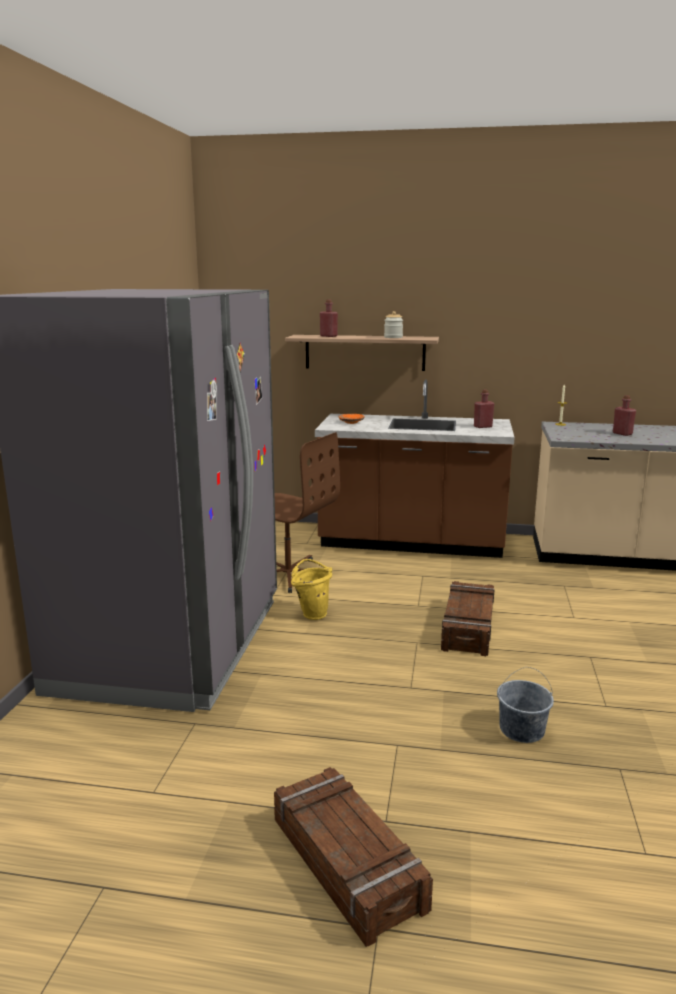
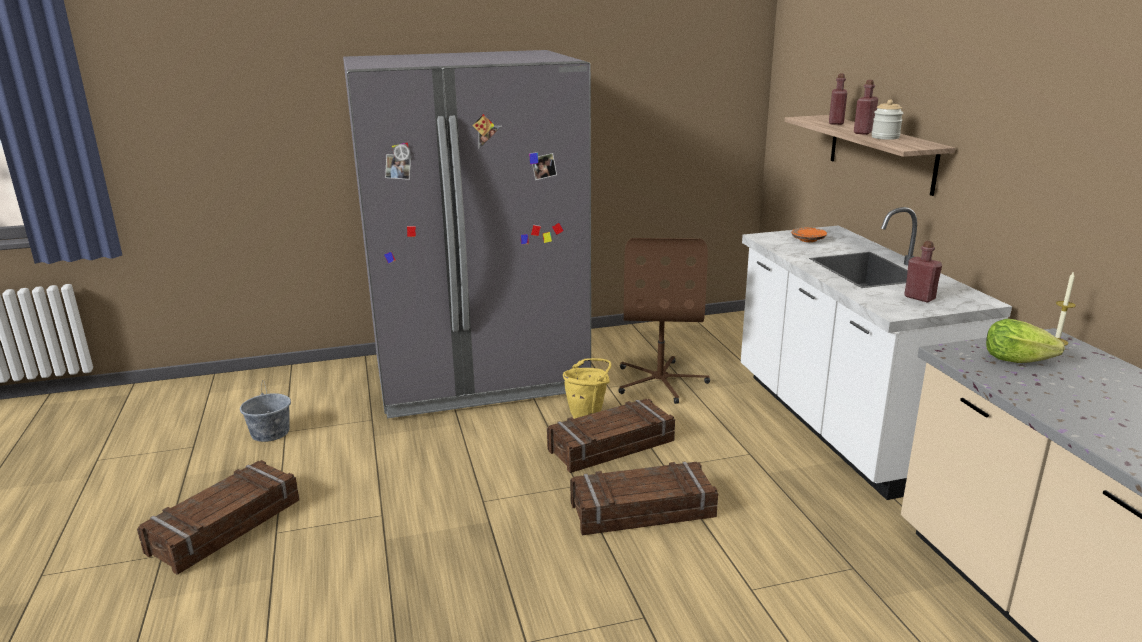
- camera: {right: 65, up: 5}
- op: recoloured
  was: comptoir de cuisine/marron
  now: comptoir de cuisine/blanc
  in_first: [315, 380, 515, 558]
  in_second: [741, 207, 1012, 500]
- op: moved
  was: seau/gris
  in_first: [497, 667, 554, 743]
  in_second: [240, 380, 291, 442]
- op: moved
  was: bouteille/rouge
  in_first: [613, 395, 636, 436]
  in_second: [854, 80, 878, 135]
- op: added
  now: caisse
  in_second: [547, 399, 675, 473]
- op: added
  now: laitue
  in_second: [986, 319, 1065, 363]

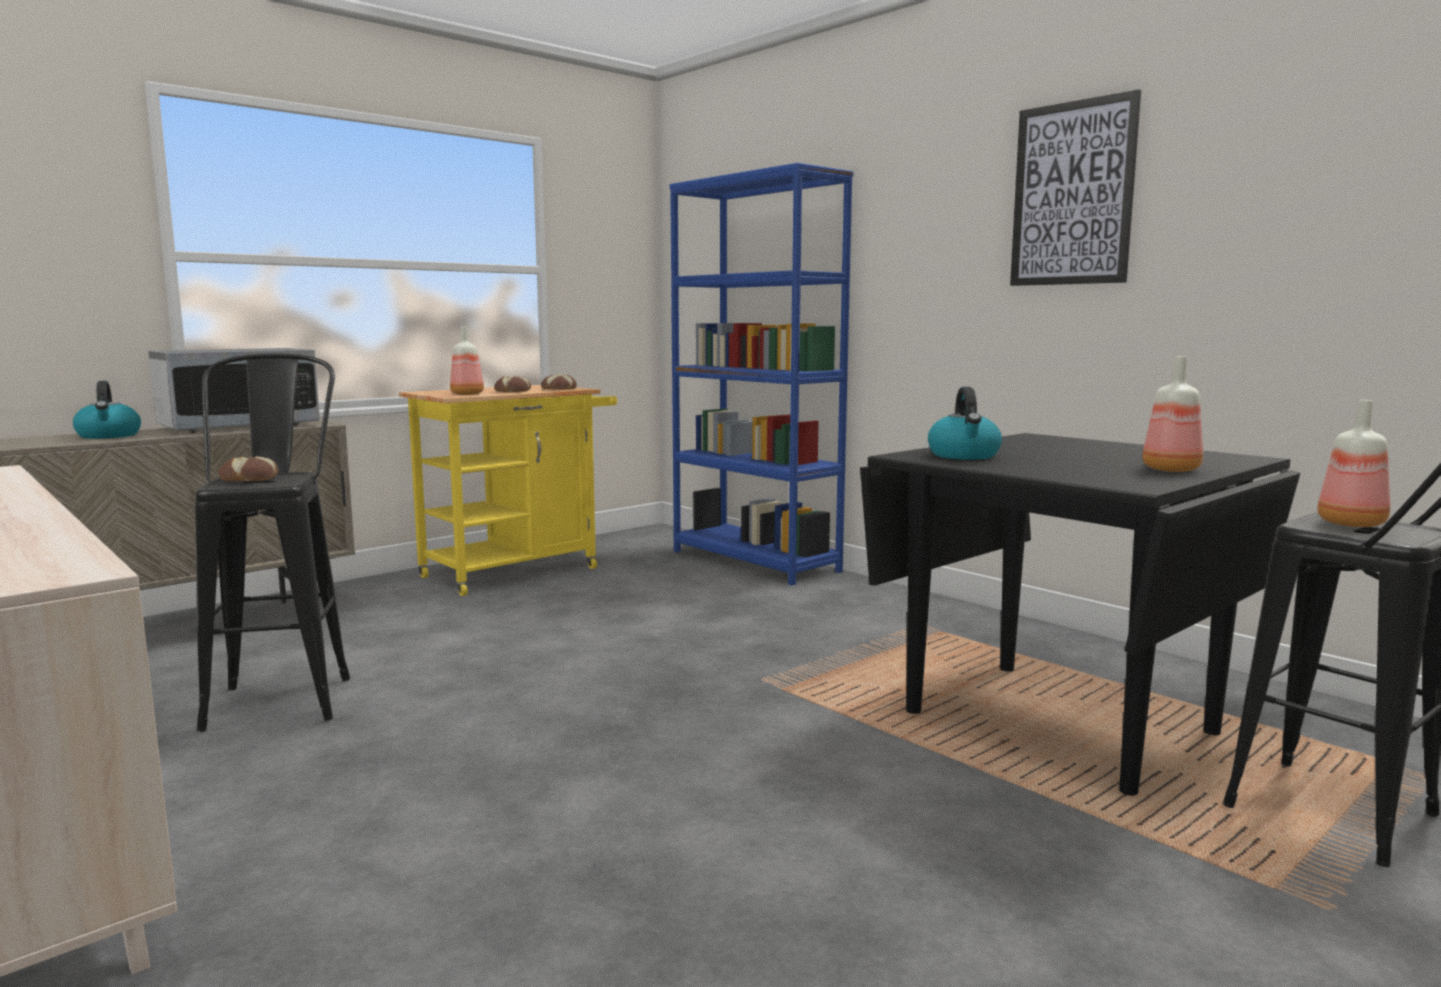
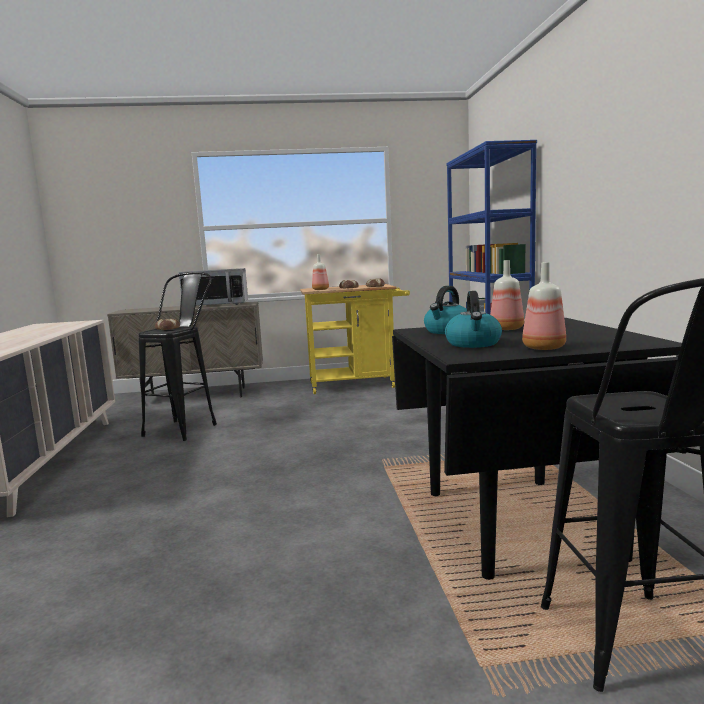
- camera: {right: 35, up: 0}
- op: moved
  was: bouilloire
  in_first: [73, 381, 141, 439]
  in_second: [445, 291, 502, 348]
- op: removed
  was: tableau
  in_first: [1010, 89, 1141, 286]
- op: moved
  was: bouteille
  in_first: [1317, 400, 1390, 527]
  in_second: [490, 260, 524, 330]

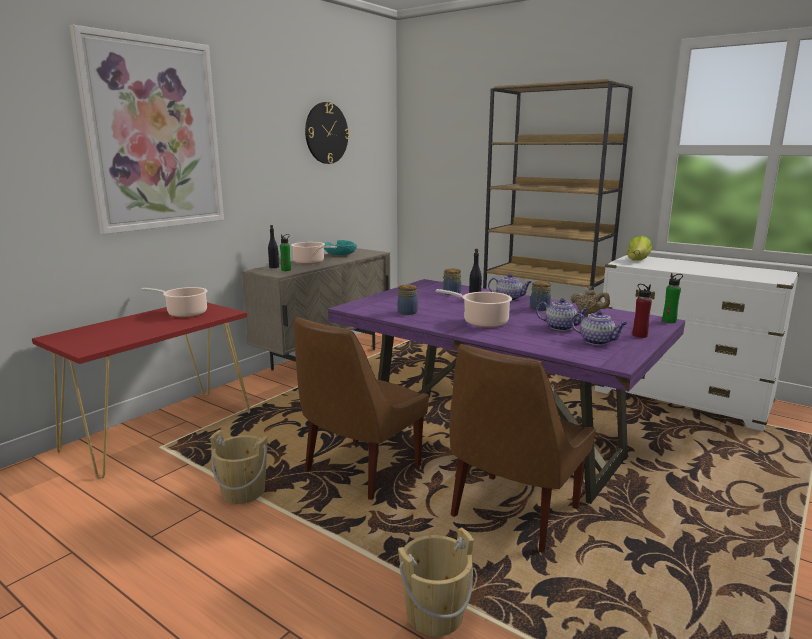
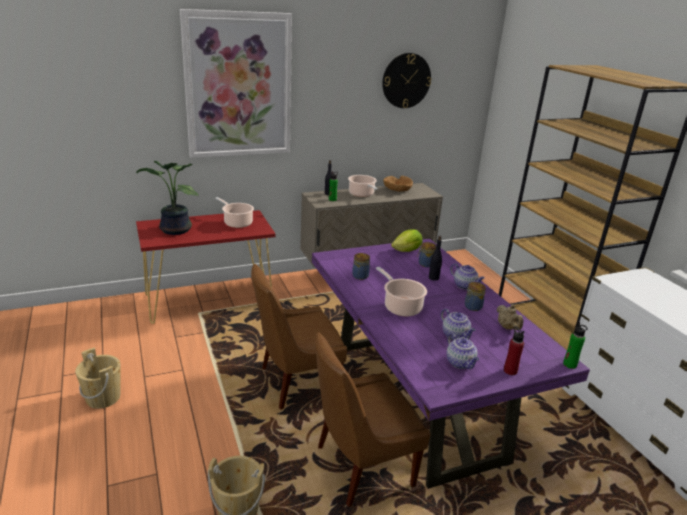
- camera: {right: 30, up: 10}
- op: moved
  was: seau/beige
  in_first: [210, 430, 268, 504]
  in_second: [75, 348, 120, 409]
- op: recoloured
  was: bol/turquoise
  now: bol/marron
  in_first: [324, 240, 357, 255]
  in_second: [383, 176, 413, 192]
- op: moved
  was: laitue
  in_first: [627, 236, 652, 260]
  in_second: [391, 229, 423, 252]
- op: added
  now: plante en pot
  in_second: [136, 161, 199, 235]

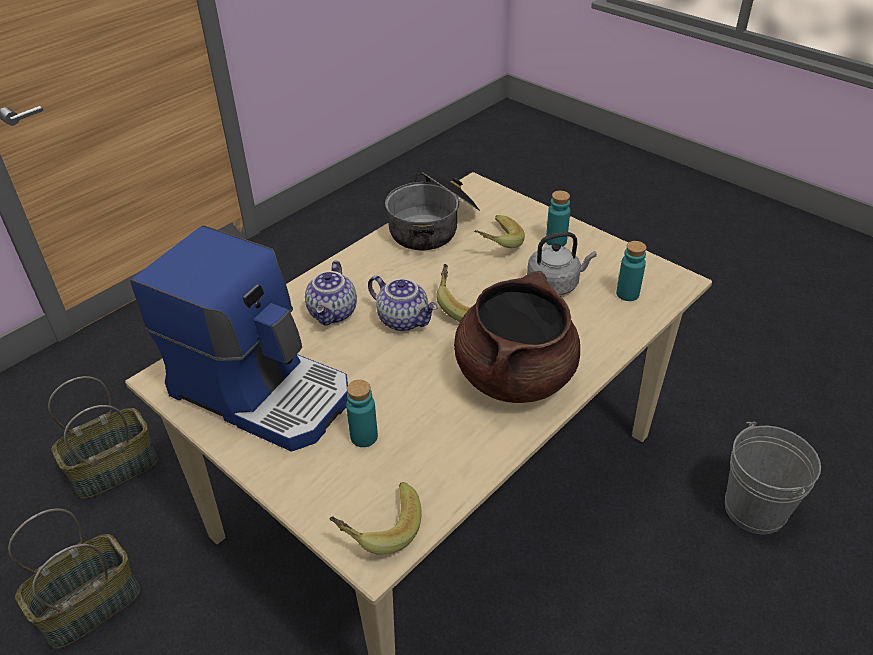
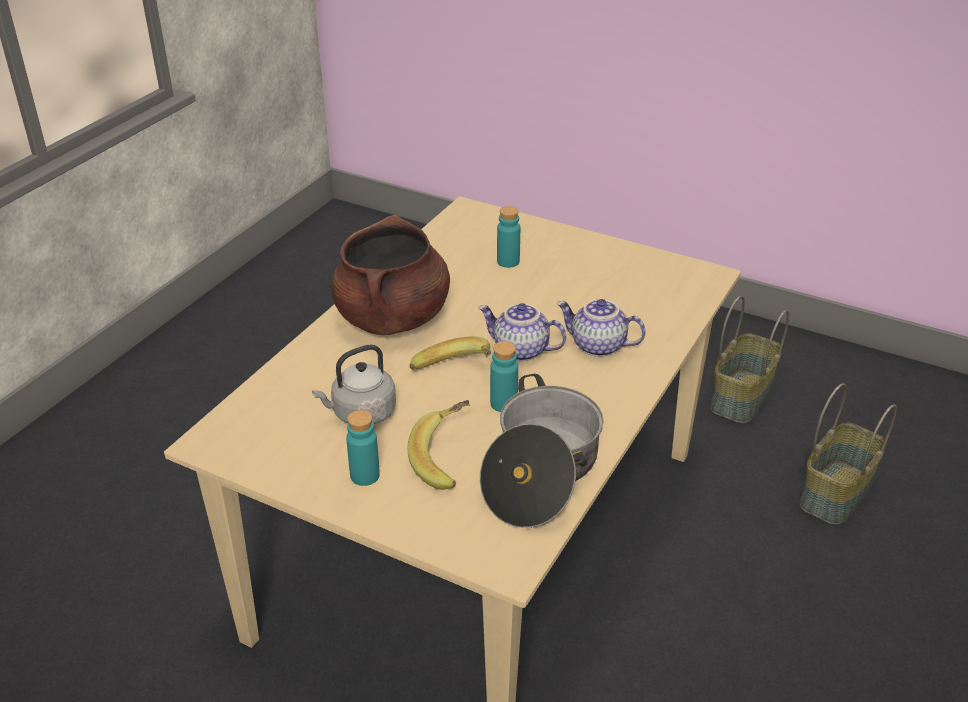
- camera: {right: 165, up: -5}
- op: removed
  was: machine à café
  in_first: [130, 226, 348, 452]
- op: turned
  was: théière
  in_first: [305, 260, 357, 326]
  in_second: [557, 299, 646, 357]
  clockwise: -60
- op: removed
  was: banane
  in_first: [329, 482, 422, 555]
- op: moved
  was: bouteille/turquoise
  in_first: [616, 241, 646, 301]
  in_second: [490, 341, 518, 412]
- op: removed
  was: seau/gris
  in_first: [725, 421, 821, 534]

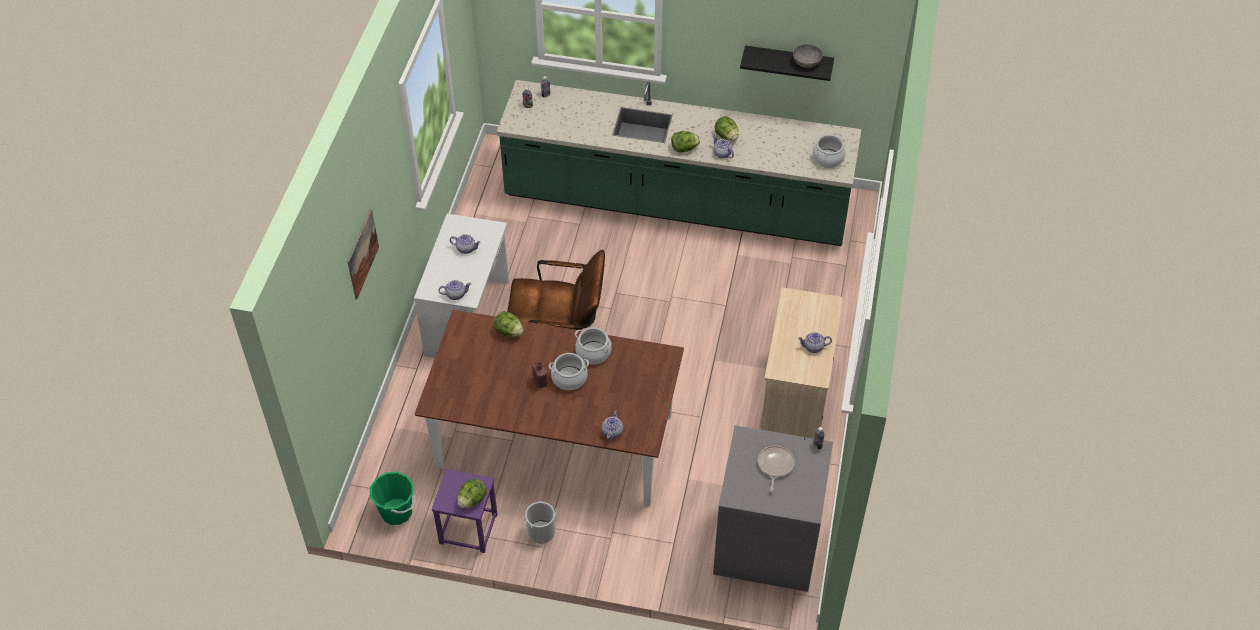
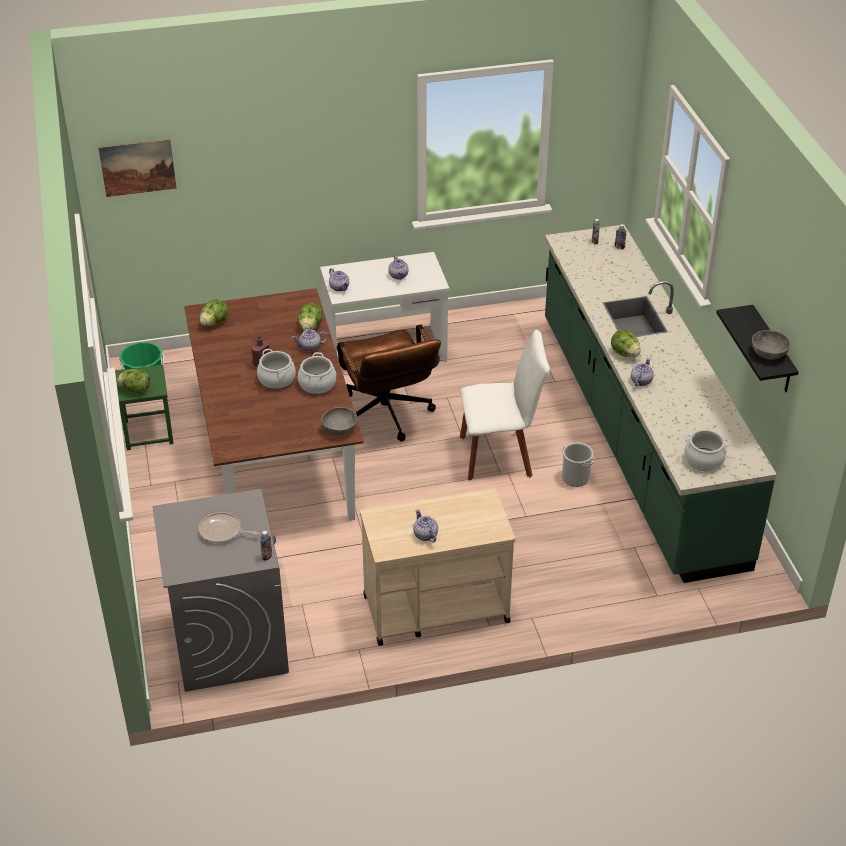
- camera: {right: 65, up: -10}
- op: moved
  was: tableau
  in_first: [347, 209, 379, 299]
  in_second: [98, 139, 177, 197]
- op: recoloured
  was: tabouret/violet
  now: tabouret/vert
  in_first: [432, 469, 497, 553]
  in_second: [115, 365, 174, 450]
- op: moved
  was: seau
  in_first: [523, 502, 557, 543]
  in_second: [562, 442, 594, 487]
- op: moved
  was: théière
  in_first: [602, 411, 623, 440]
  in_second: [292, 329, 328, 352]
- op: moved
  was: laitue
  in_first: [715, 116, 738, 141]
  in_second: [200, 299, 229, 326]
- op: turned
  was: poêle
  in_first: [758, 446, 794, 491]
  in_second: [199, 512, 260, 544]
  clockwise: -150
- op: added
  now: bol/gris
  in_second: [321, 407, 357, 436]
- op: added
  now: chaise/blanc
  in_second: [460, 330, 550, 481]

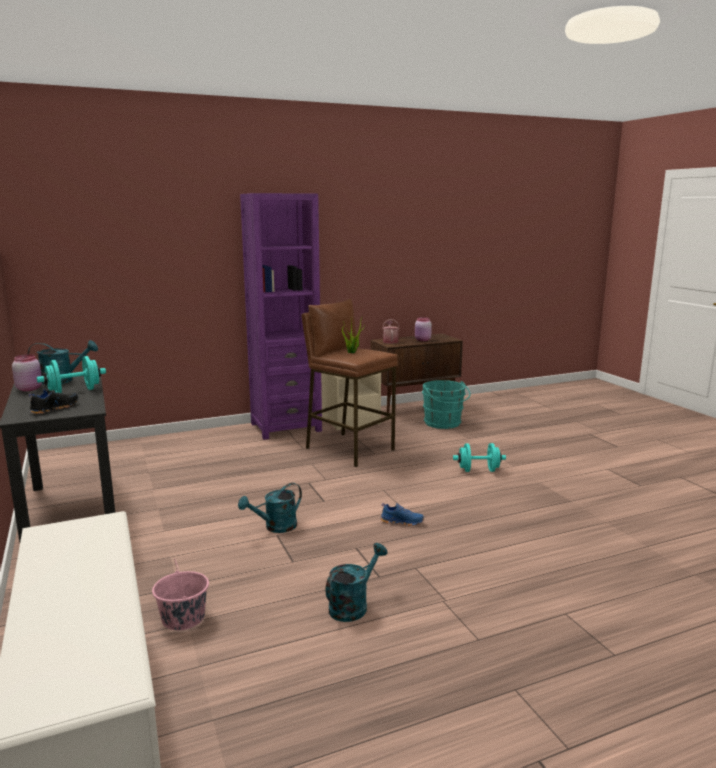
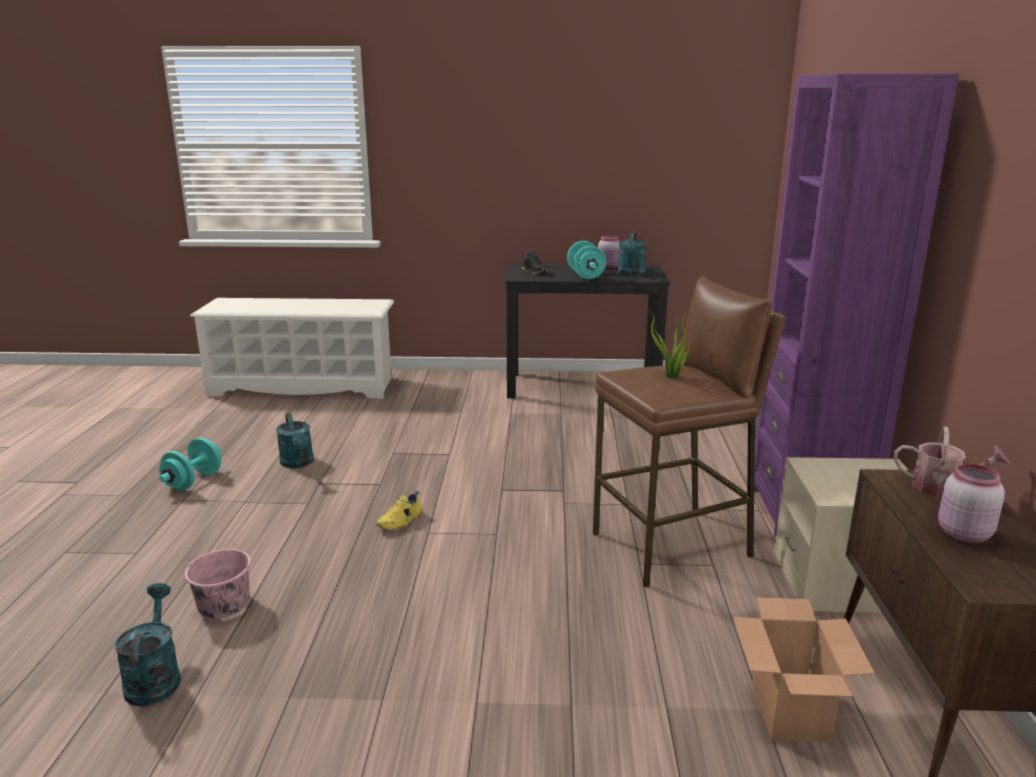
- camera: {right: 115, up: 5}
- op: moved
  was: seau/rose
  in_first: [152, 559, 209, 630]
  in_second: [185, 535, 251, 619]
- op: moved
  was: arrosoir/turquoise
  in_first: [238, 483, 302, 533]
  in_second: [114, 583, 181, 707]
- op: recoloured
  was: chaussure/bleu
  now: chaussure/jaune
  in_first: [380, 503, 424, 526]
  in_second: [377, 491, 423, 531]
- op: replaced
  was: seau/turquoise
  now: carton
  in_first: [422, 380, 471, 429]
  in_second: [733, 598, 875, 743]
- op: moved
  was: haltère/turquoise
  in_first: [453, 443, 506, 472]
  in_second: [159, 438, 222, 490]

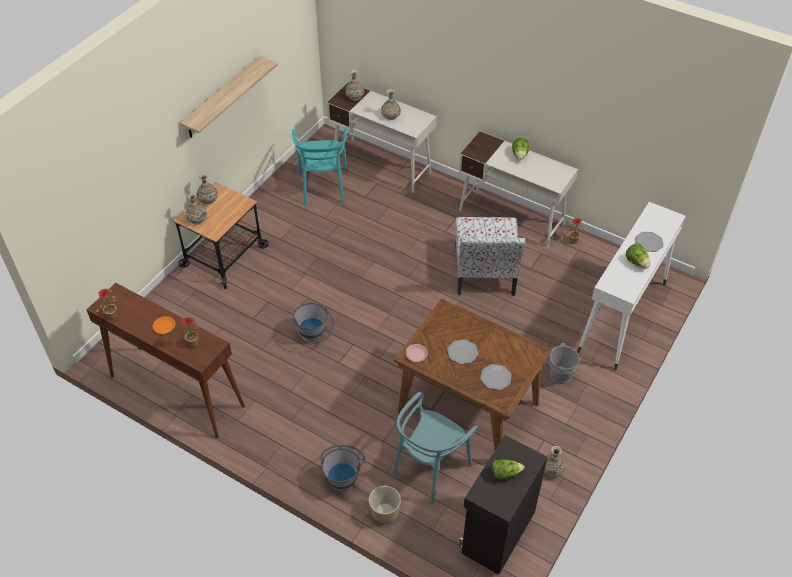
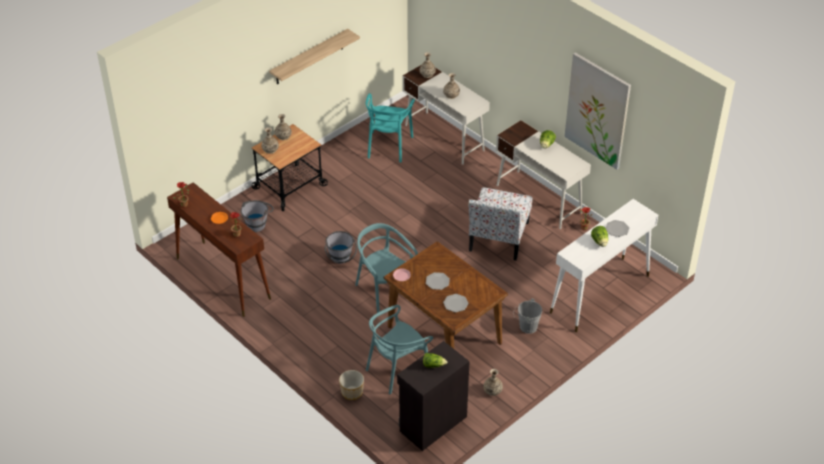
- camera: {right: 15, up: -5}
- op: moved
  was: seau/gris
  in_first: [320, 445, 365, 492]
  in_second: [241, 200, 274, 232]
- op: added
  now: chaise/turquoise
  in_second: [355, 223, 418, 313]
- op: added
  now: tableau
  in_second: [565, 52, 631, 170]

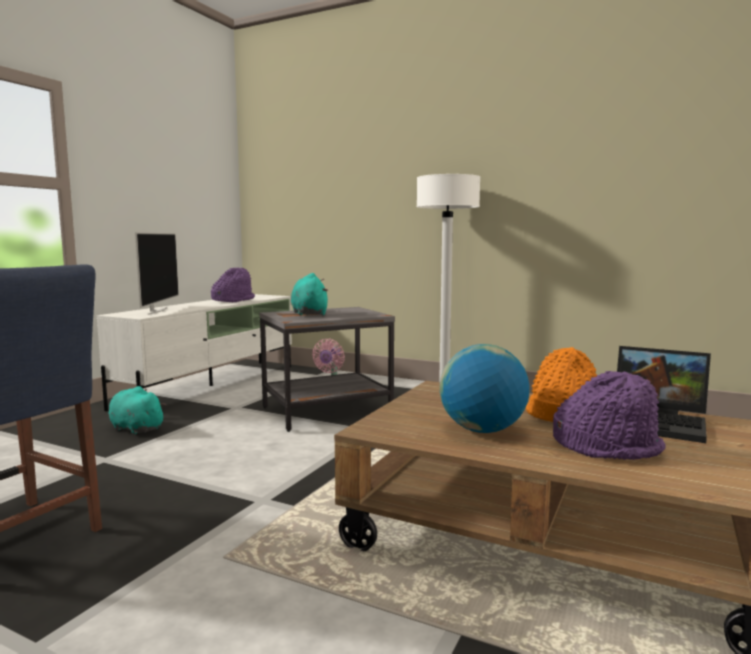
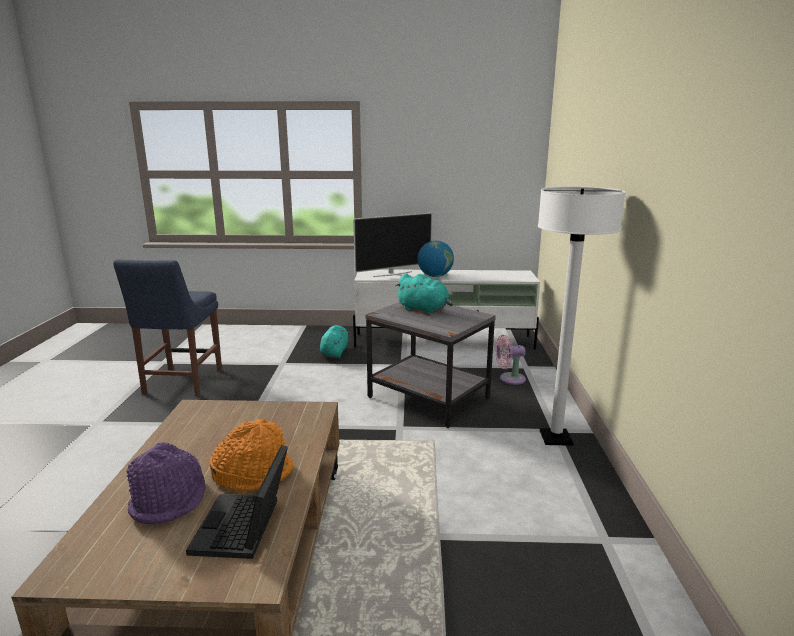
- camera: {right: 65, up: 10}
- op: removed
  was: chapeau/violet
  in_first: [211, 268, 255, 302]
- op: turned
  was: peluche/turquoise
  in_first: [291, 273, 328, 315]
  in_second: [395, 273, 453, 314]
  clockwise: 75
- op: moved
  was: globe
  in_first: [440, 344, 530, 433]
  in_second: [418, 241, 454, 277]

